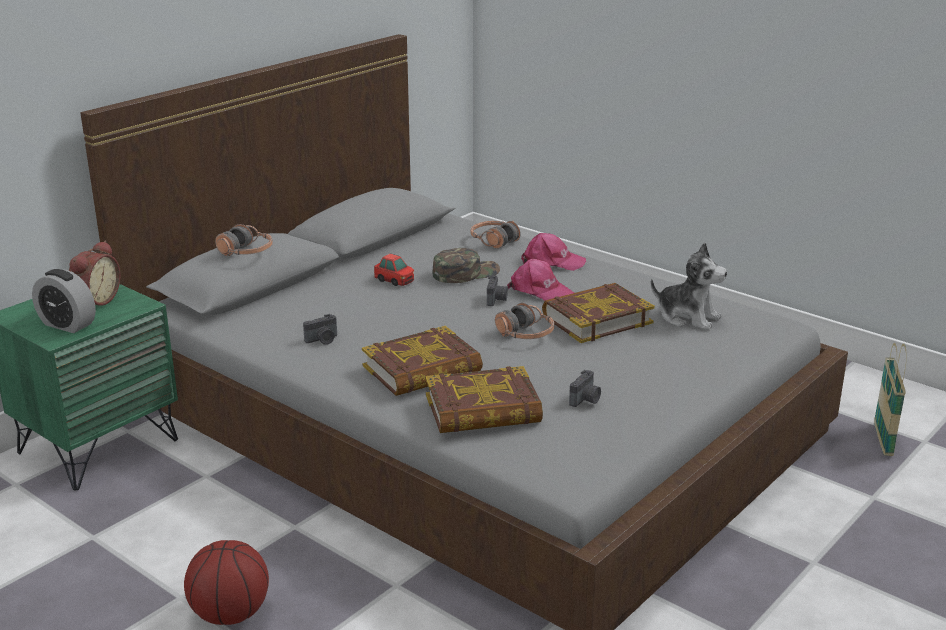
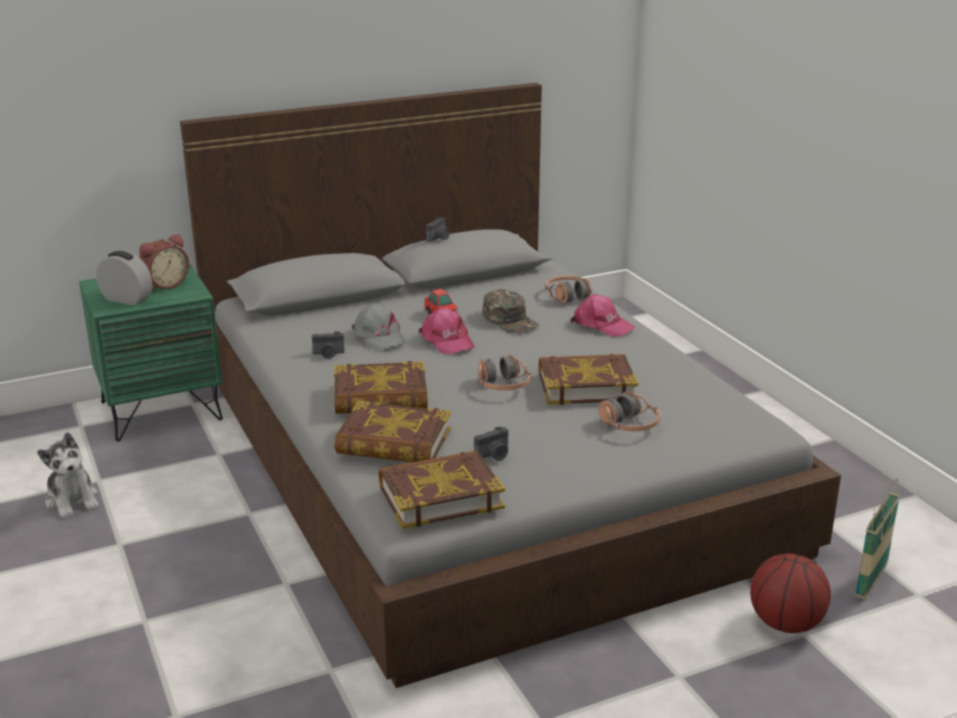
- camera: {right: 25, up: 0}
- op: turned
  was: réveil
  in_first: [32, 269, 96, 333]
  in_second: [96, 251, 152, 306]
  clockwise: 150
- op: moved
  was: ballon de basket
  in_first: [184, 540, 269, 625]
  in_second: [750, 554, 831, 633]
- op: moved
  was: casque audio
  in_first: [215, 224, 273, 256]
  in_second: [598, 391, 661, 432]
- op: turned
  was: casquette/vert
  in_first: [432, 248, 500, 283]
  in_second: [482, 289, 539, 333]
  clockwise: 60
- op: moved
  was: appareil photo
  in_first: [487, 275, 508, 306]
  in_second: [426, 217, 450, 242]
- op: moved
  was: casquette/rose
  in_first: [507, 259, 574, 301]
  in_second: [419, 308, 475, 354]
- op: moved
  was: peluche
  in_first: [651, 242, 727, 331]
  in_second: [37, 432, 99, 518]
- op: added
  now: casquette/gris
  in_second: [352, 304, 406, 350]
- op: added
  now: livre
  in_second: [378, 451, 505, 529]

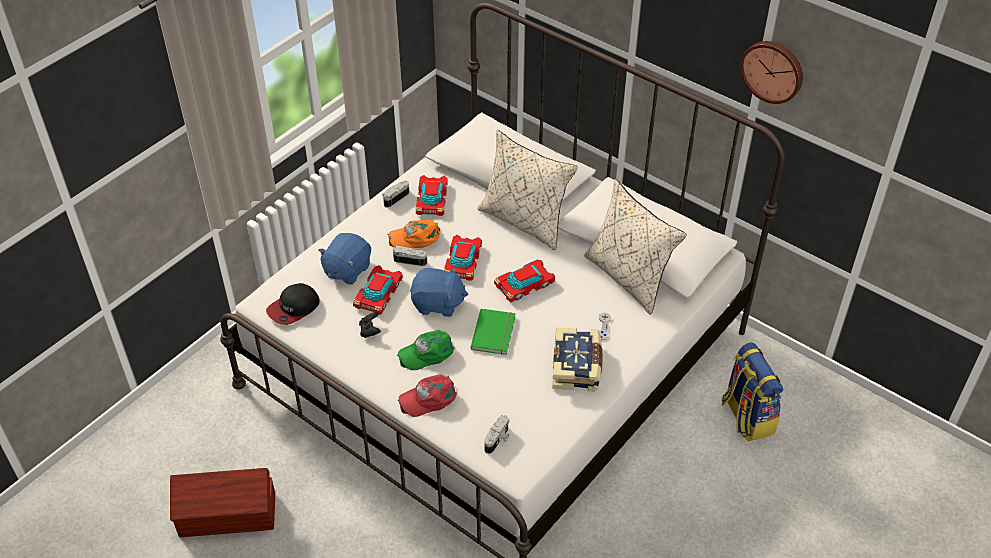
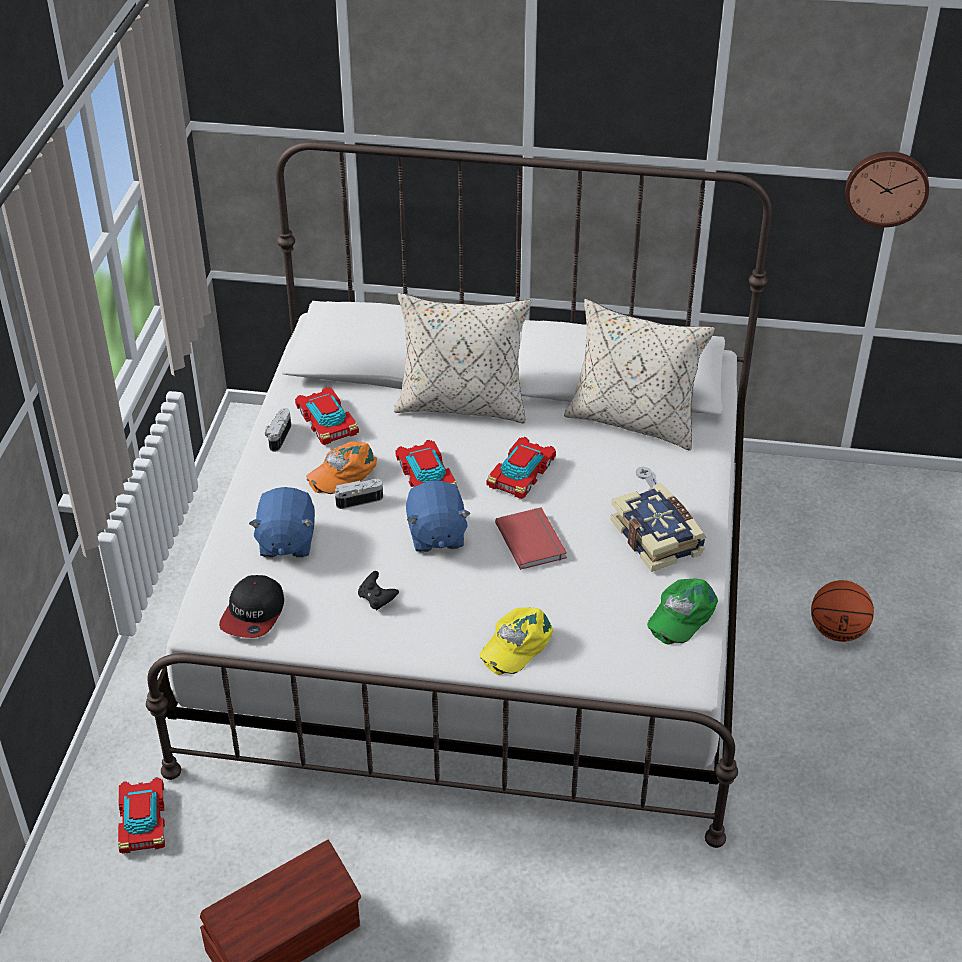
- camera: {right: -30, up: -5}
- op: moved
  was: petite voiture
  in_first: [353, 265, 403, 315]
  in_second: [118, 777, 165, 853]
- op: moved
  was: casquette/vert
  in_first: [397, 330, 455, 370]
  in_second: [647, 579, 718, 645]
- op: recoloured
  was: casquette/rouge
  now: casquette/jaune
  in_first: [398, 374, 457, 417]
  in_second: [480, 607, 553, 675]
- op: turned
  was: peluche/bleu
  in_first: [410, 267, 468, 317]
  in_second: [406, 481, 471, 552]
  clockwise: 105
- op: recoloured
  was: livre/vert
  now: livre/rouge
  in_first: [470, 309, 516, 355]
  in_second: [495, 507, 567, 570]
- op: removed
  was: appareil photo
  in_first: [484, 415, 510, 454]
- op: removed
  was: sac à dos
  in_first: [721, 343, 783, 441]
- op: moved
  was: horloge murale
  in_first: [740, 41, 803, 104]
  in_second: [845, 152, 929, 228]
- op: added
  now: ballon de basket
  in_second: [811, 580, 874, 642]

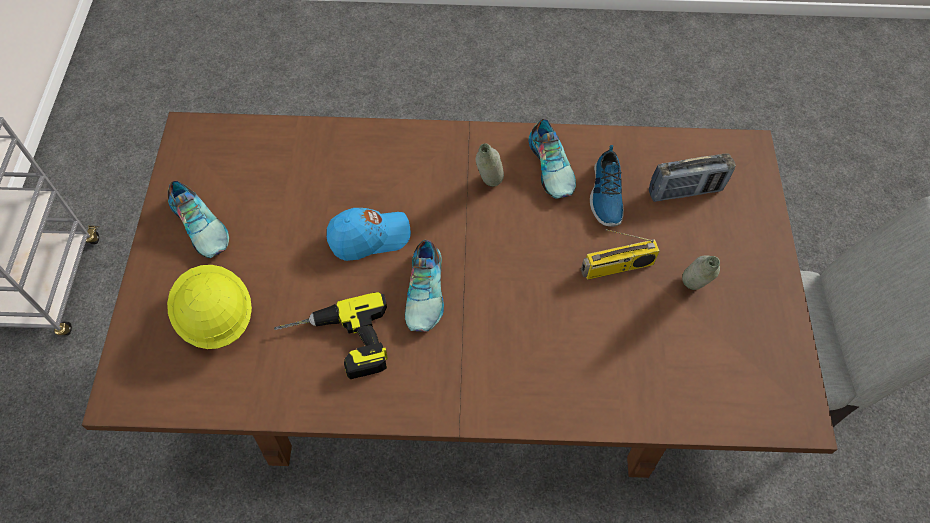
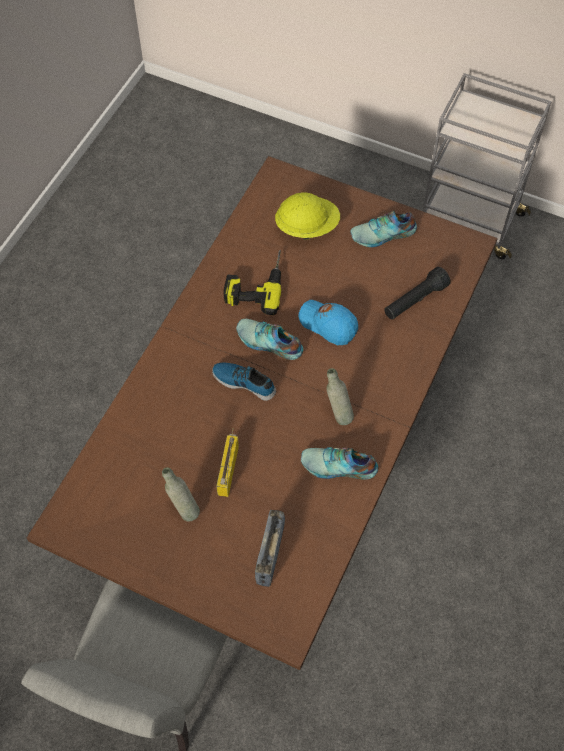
- camera: {right: 115, up: 0}
- op: turned
  was: casquette/bleu
  in_first: [327, 208, 411, 261]
  in_second: [299, 300, 358, 345]
  clockwise: 120
- op: moved
  was: chaussure
  in_first: [590, 145, 624, 227]
  in_second: [212, 363, 276, 401]
- op: added
  now: lampe de poche/noir
  in_second: [384, 267, 450, 319]

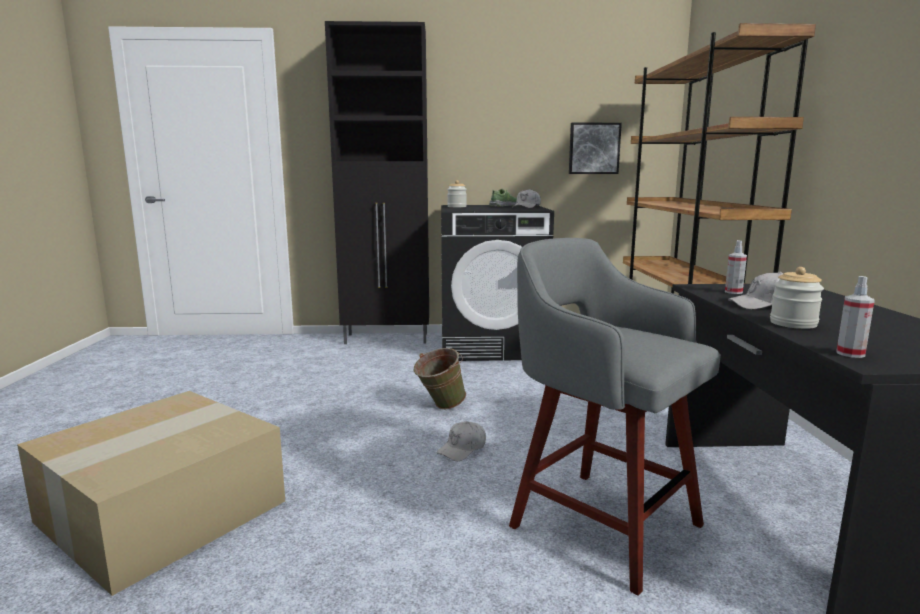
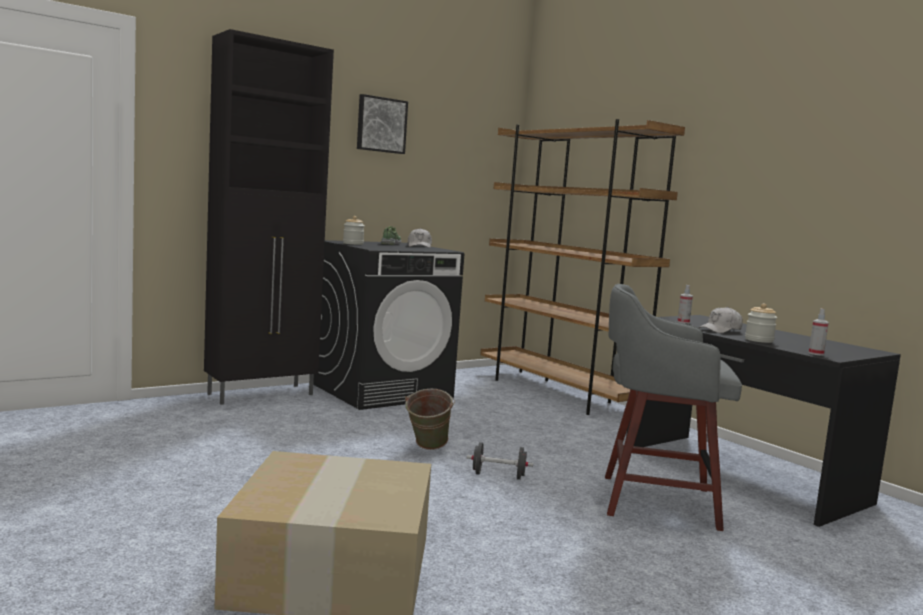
- camera: {right: -35, up: -5}
- op: replaced
  was: casquette/blanc
  now: haltère/noir
  in_first: [437, 421, 486, 461]
  in_second: [467, 442, 533, 480]
- op: moved
  was: tableau
  in_first: [569, 123, 622, 174]
  in_second: [357, 94, 408, 154]

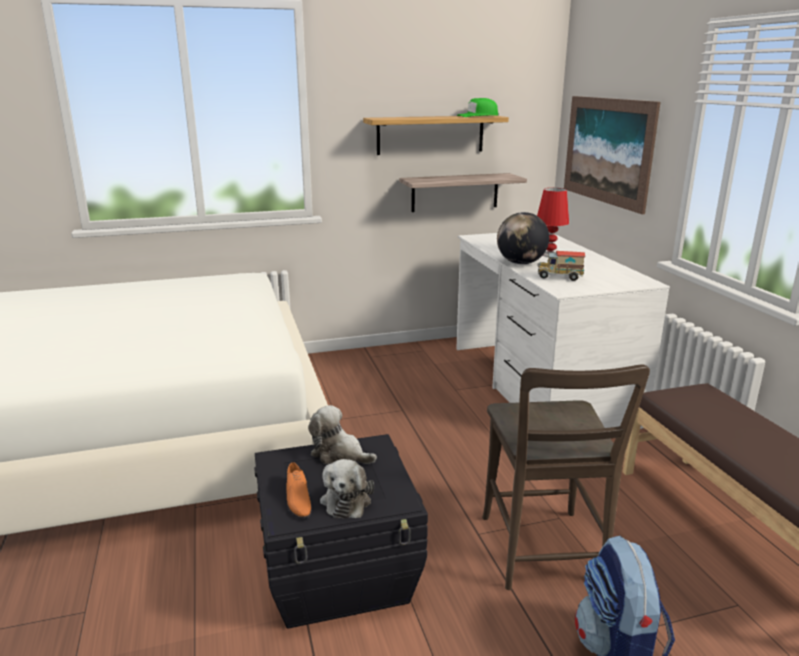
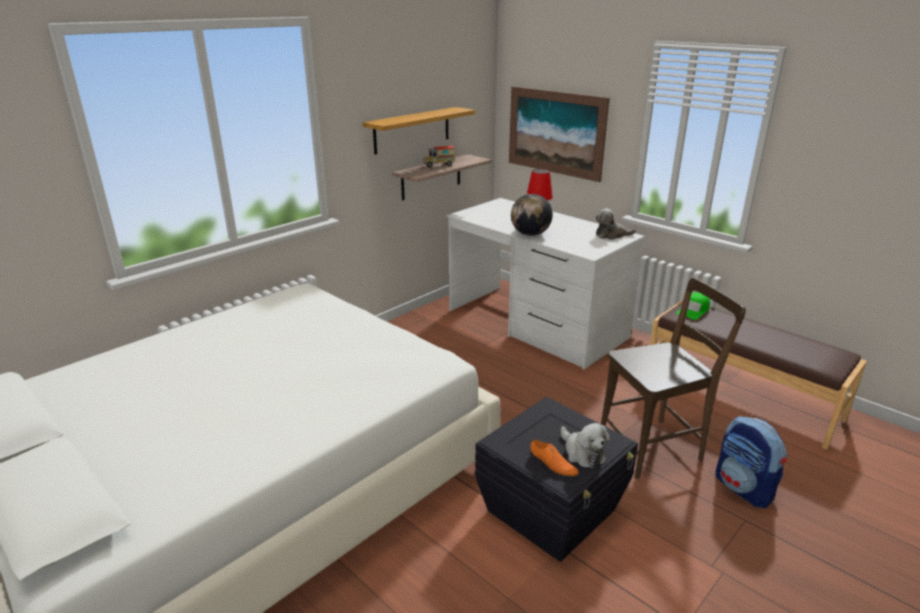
- camera: {right: -30, up: 5}
- op: moved
  was: peluche
  in_first: [308, 405, 377, 464]
  in_second: [595, 209, 636, 239]
- op: moved
  was: casquette/vert
  in_first: [457, 98, 498, 117]
  in_second: [676, 292, 710, 320]
- op: turned
  was: chaise/marron
  in_first: [482, 364, 650, 590]
  in_second: [601, 278, 746, 479]
  clockwise: -75
- op: moved
  was: camion jouet
  in_first: [537, 251, 585, 281]
  in_second: [422, 146, 455, 168]

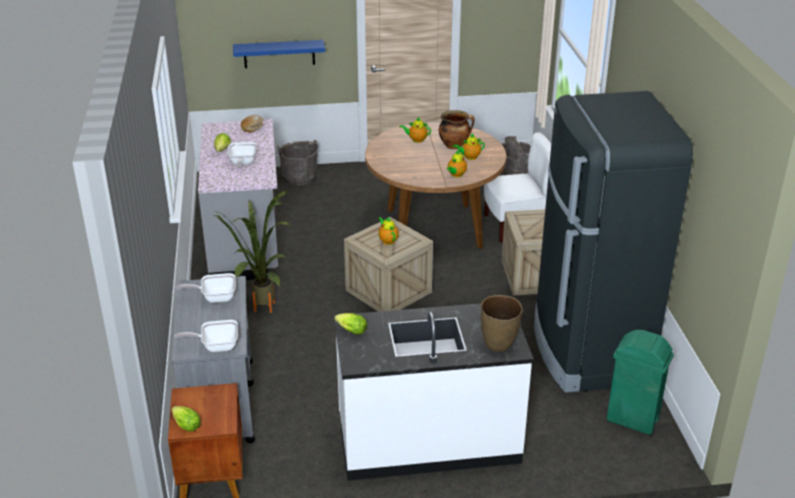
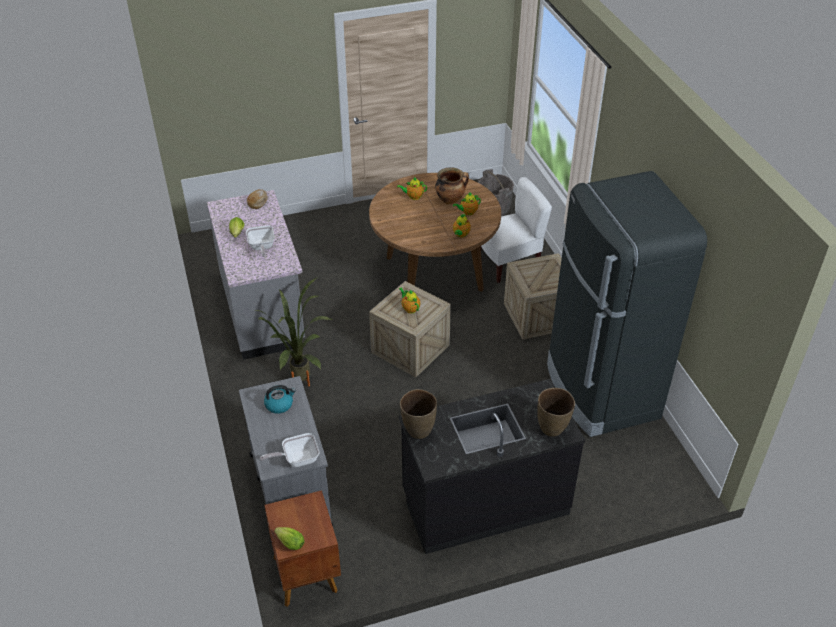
- camera: {right: -10, up: 10}
- op: replaced
  was: poêle
  now: bouilloire
  in_first: [176, 273, 236, 303]
  in_second: [264, 385, 296, 414]
- op: removed
  was: étagère/bleu
  in_first: [233, 40, 325, 68]
- op: removed
  was: seau/gris
  in_first: [277, 140, 318, 186]
- op: recoloured
  was: comptoir de cuisine/blanc
  now: comptoir de cuisine/noir
  in_first: [334, 303, 534, 481]
  in_second: [399, 379, 585, 554]
- op: replaced
  was: laitue
  now: vase/marron
  in_first: [335, 313, 367, 335]
  in_second: [400, 389, 437, 439]
- op: removed
  was: poubelle/vert
  in_first: [607, 330, 674, 435]

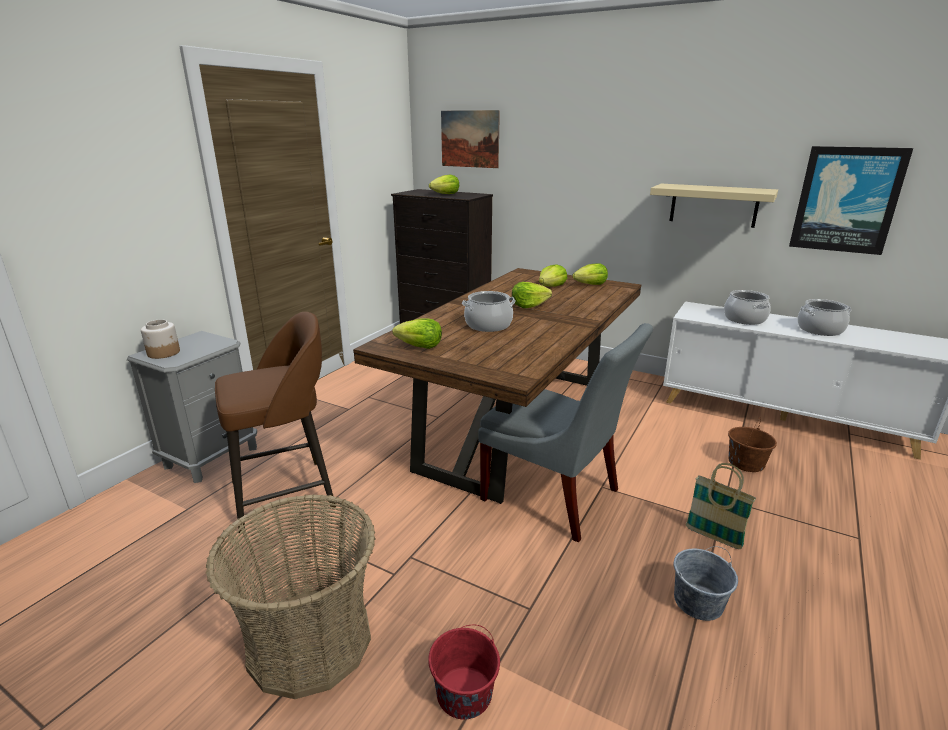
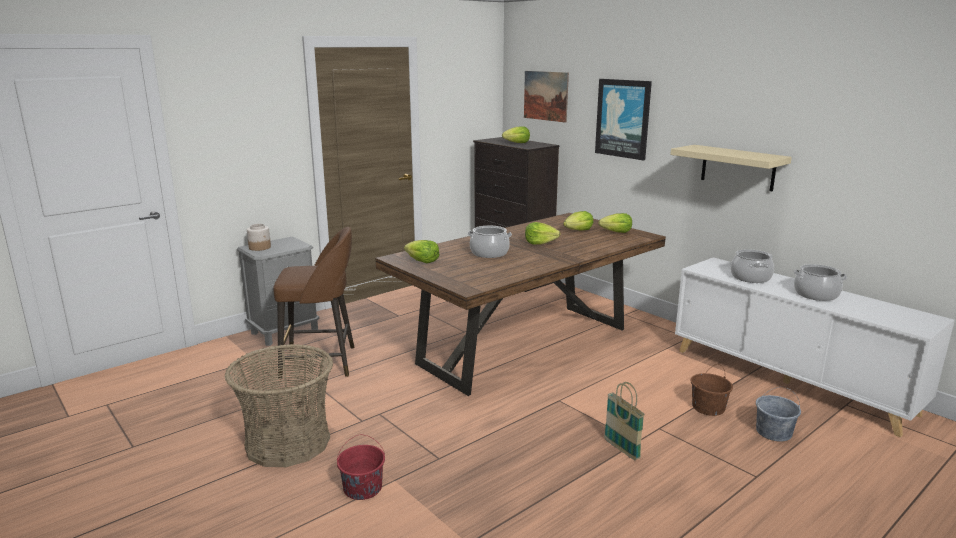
- camera: {right: 20, up: -5}
- op: removed
  was: chaise/gris
  in_first: [479, 323, 653, 542]
- op: moved
  was: seau/gris
  in_first: [674, 546, 738, 621]
  in_second: [756, 387, 801, 442]
- op: moved
  was: tableau
  in_first: [789, 146, 913, 255]
  in_second: [595, 79, 652, 160]

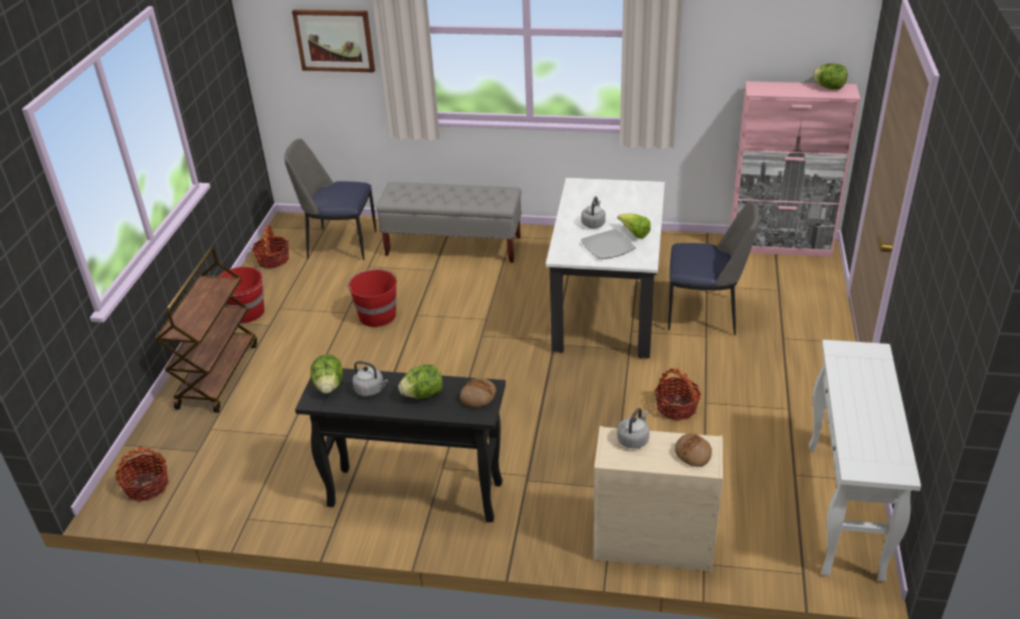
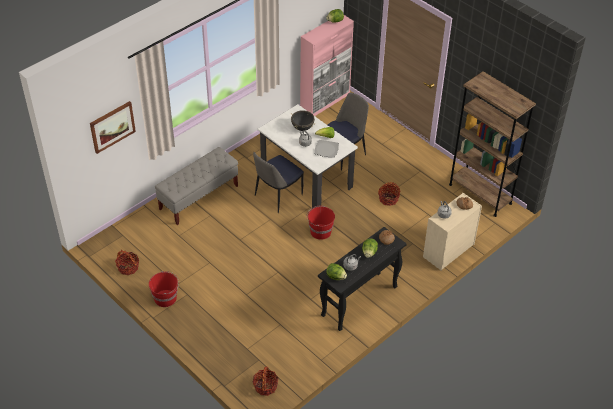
- camera: {right: -55, up: 10}
- op: removed
  was: chariot/marron
  in_first: [155, 248, 257, 413]
- op: moved
  was: chaise
  in_first: [284, 139, 376, 260]
  in_second: [253, 152, 304, 213]
- op: moved
  was: seau/rouge
  in_first: [347, 269, 397, 327]
  in_second: [306, 206, 335, 240]
- op: replaced
  was: table console/blanc
  now: bibliothèque/marron
  in_first: [809, 340, 921, 582]
  in_second: [449, 71, 536, 217]
- op: added
  now: marmite/noir
  in_second: [290, 110, 315, 131]

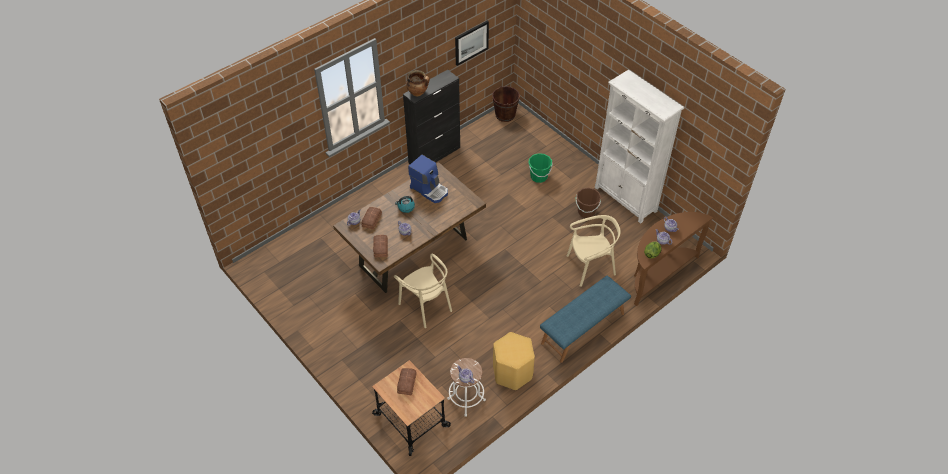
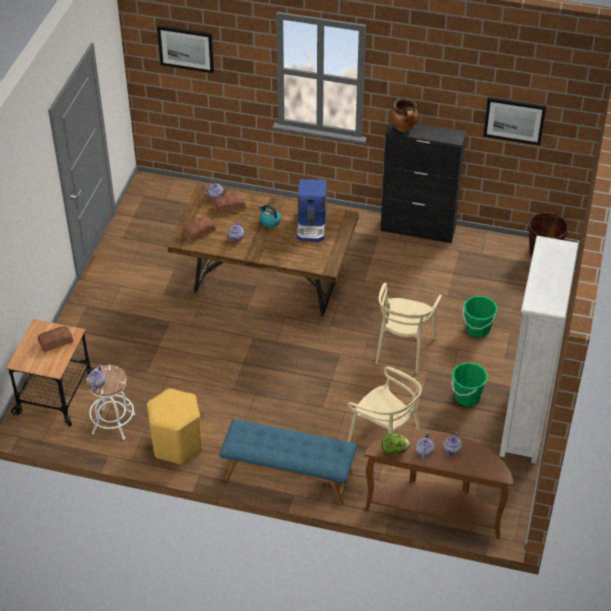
- camera: {right: 55, up: -5}
- op: moved
  was: chaise/beige
  in_first: [394, 253, 452, 328]
  in_second: [376, 282, 442, 373]
- op: recoloured
  was: seau/marron
  now: seau/vert
  in_first: [575, 188, 601, 218]
  in_second: [451, 362, 488, 406]
- op: added
  now: tableau
  in_second: [157, 25, 214, 73]

